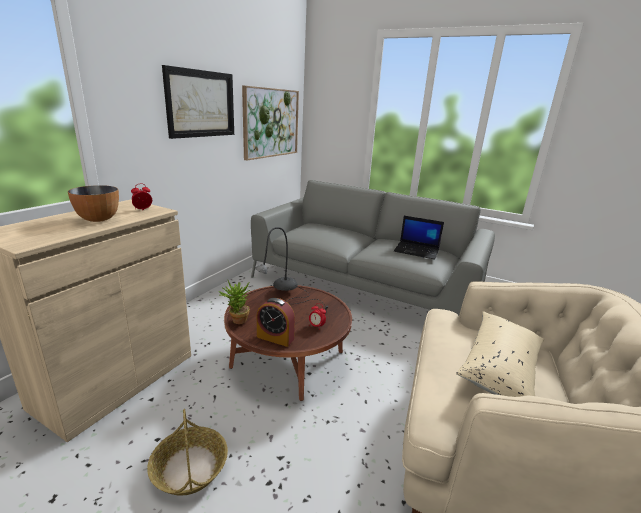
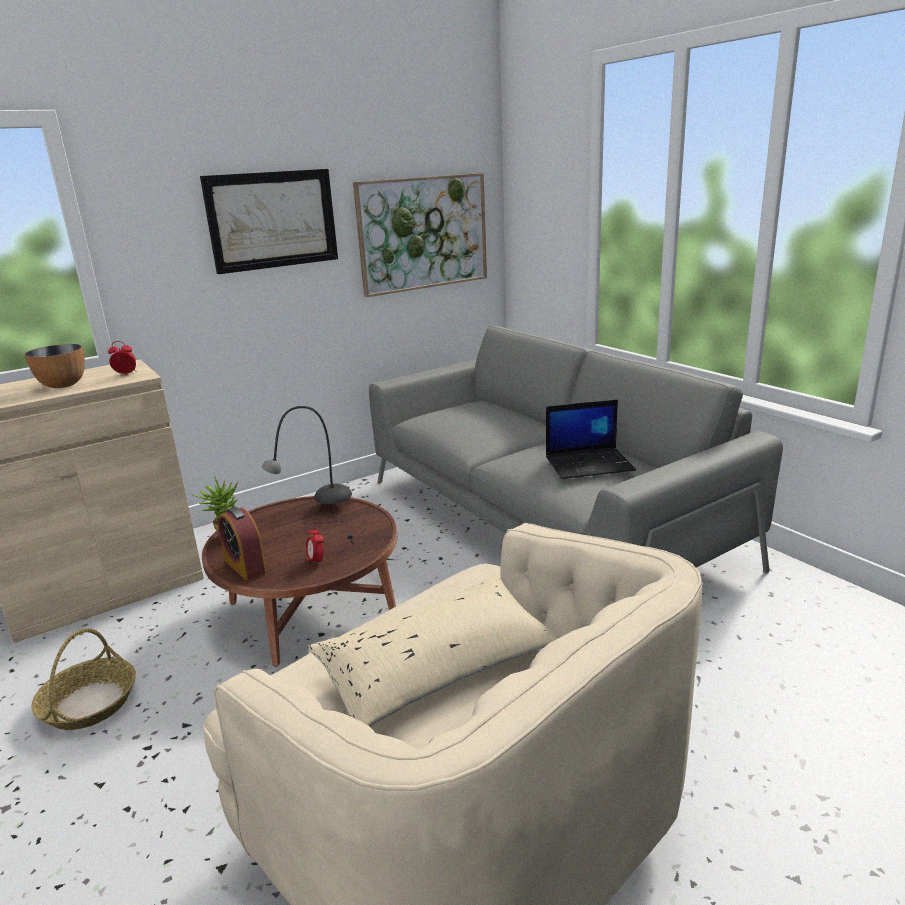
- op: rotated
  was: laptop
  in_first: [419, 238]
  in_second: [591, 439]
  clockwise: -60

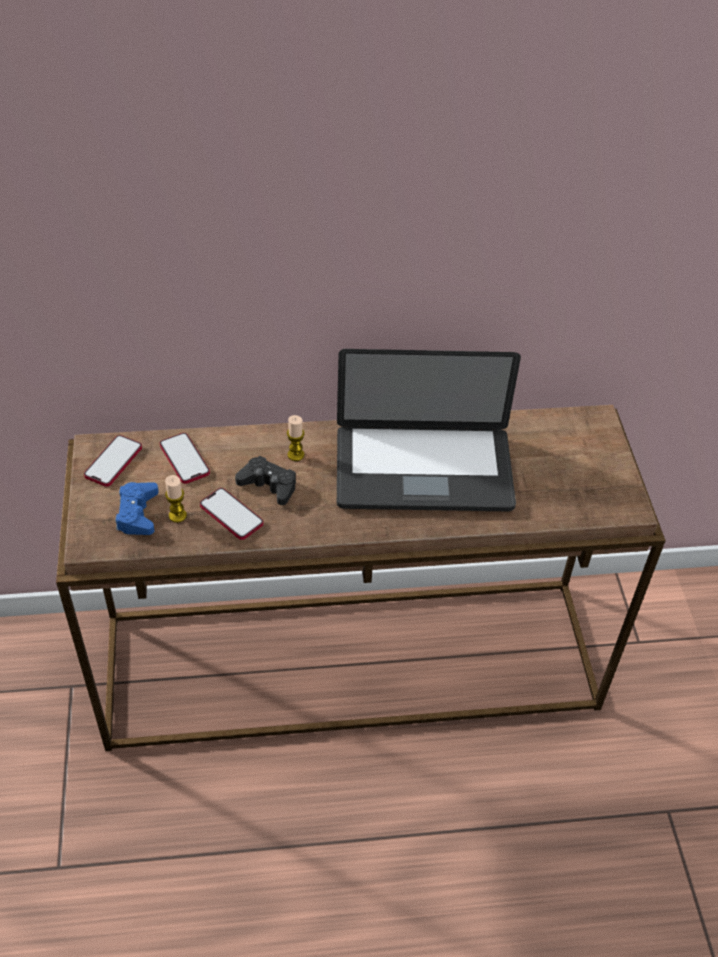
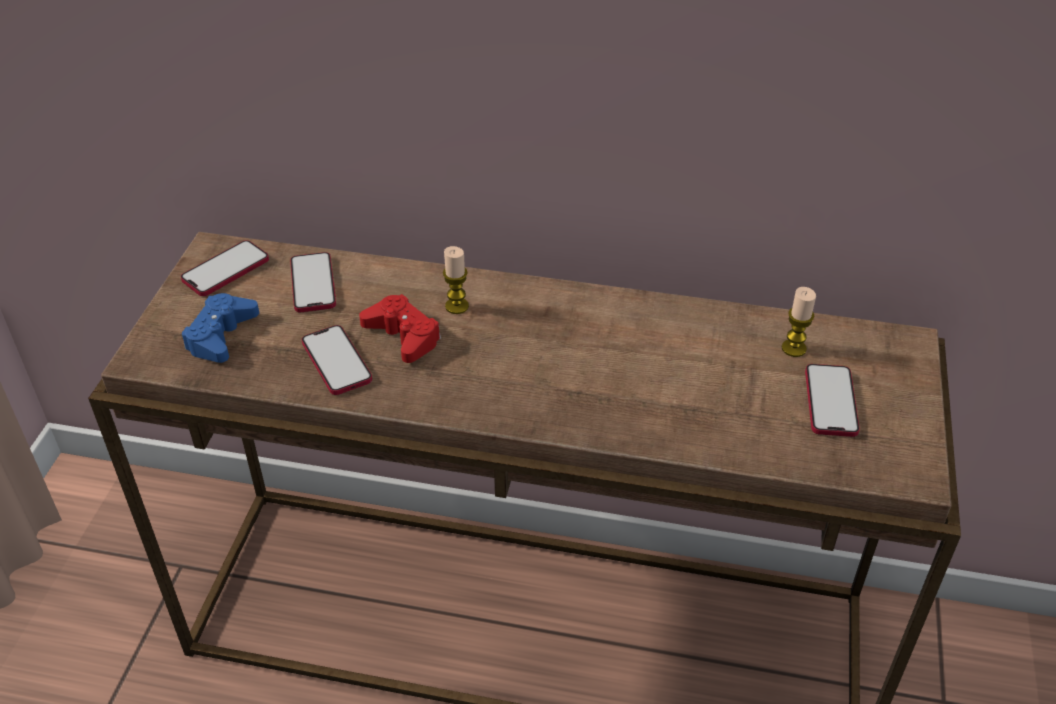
- op: gone
  was: laptop
  in_first: [429, 430]
- op: new
  now: phone
  in_second: [832, 400]
- op: shifted
  was: candle
  in_first: [176, 499]
  in_second: [799, 322]
- op: repainted
  was: game controller (black)
  now: game controller (red)
  in_first: [265, 480]
  in_second: [400, 328]

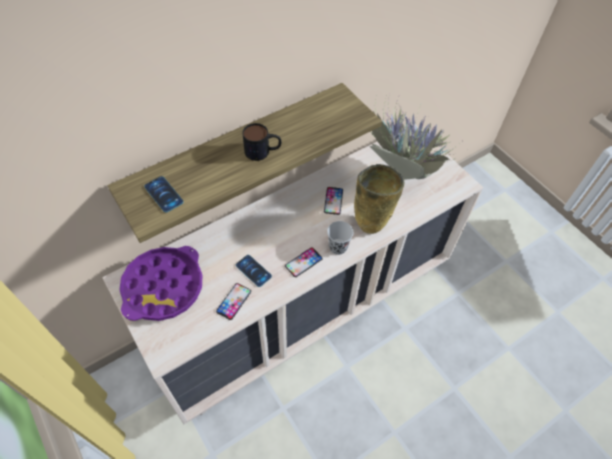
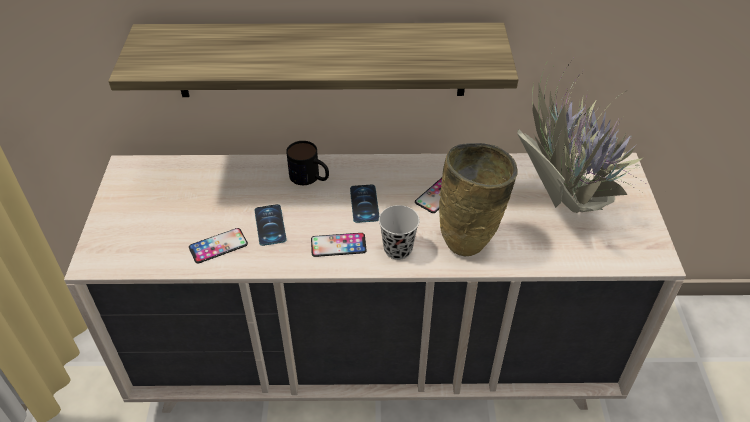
- op: gone
  was: tray (purple)
  in_first: [160, 283]
- op: shifted
  was: phone
  in_first: [163, 194]
  in_second: [364, 204]
- op: shifted
  was: mug
  in_first: [261, 142]
  in_second: [307, 163]

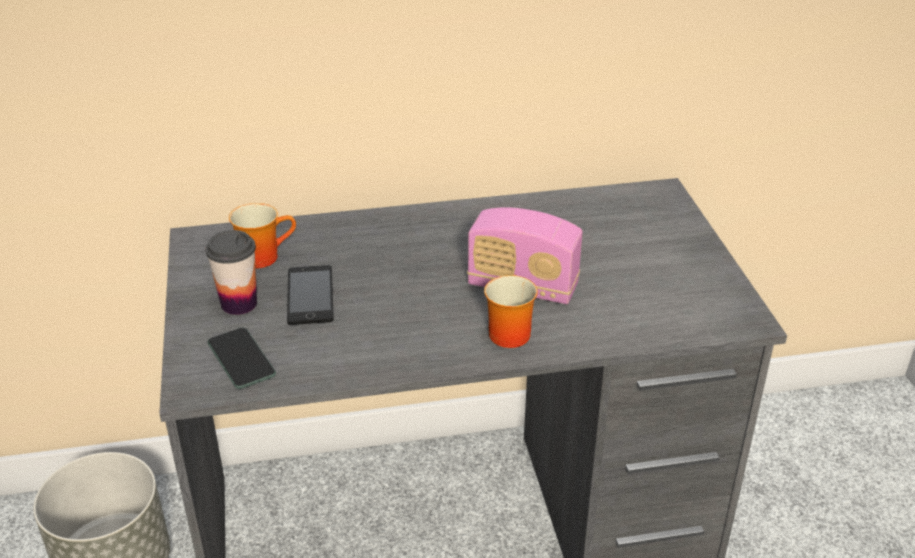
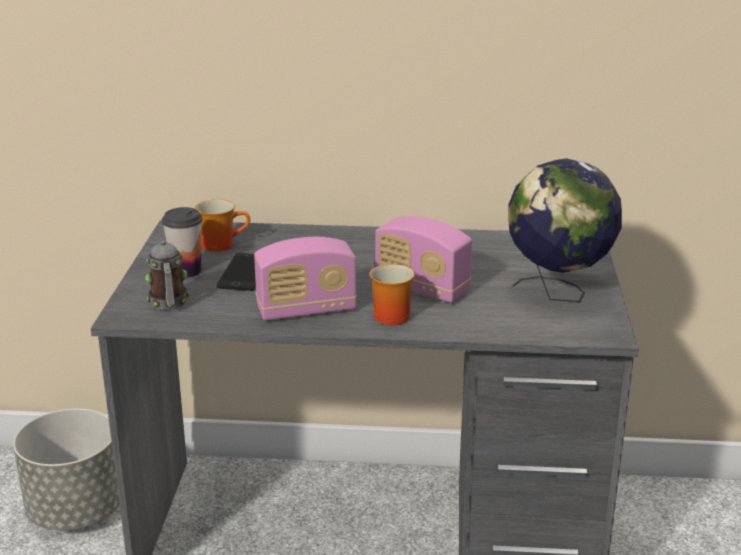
- op: new
  now: radio
  in_second: [305, 278]
- op: new
  now: globe
  in_second: [565, 230]
- op: swapped
  was: phone
  now: mug
  in_first: [242, 358]
  in_second: [167, 275]

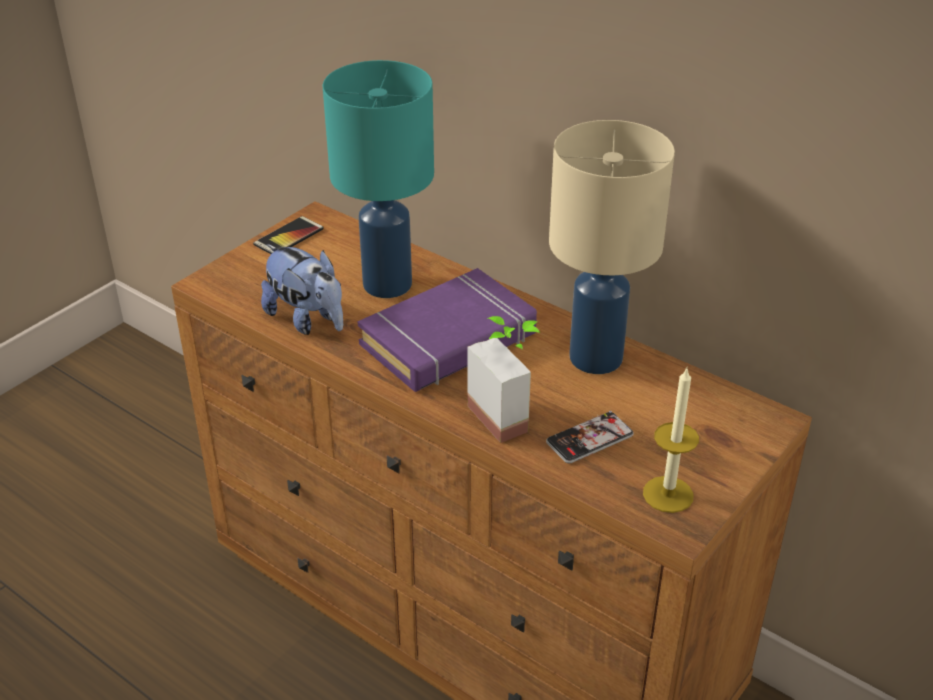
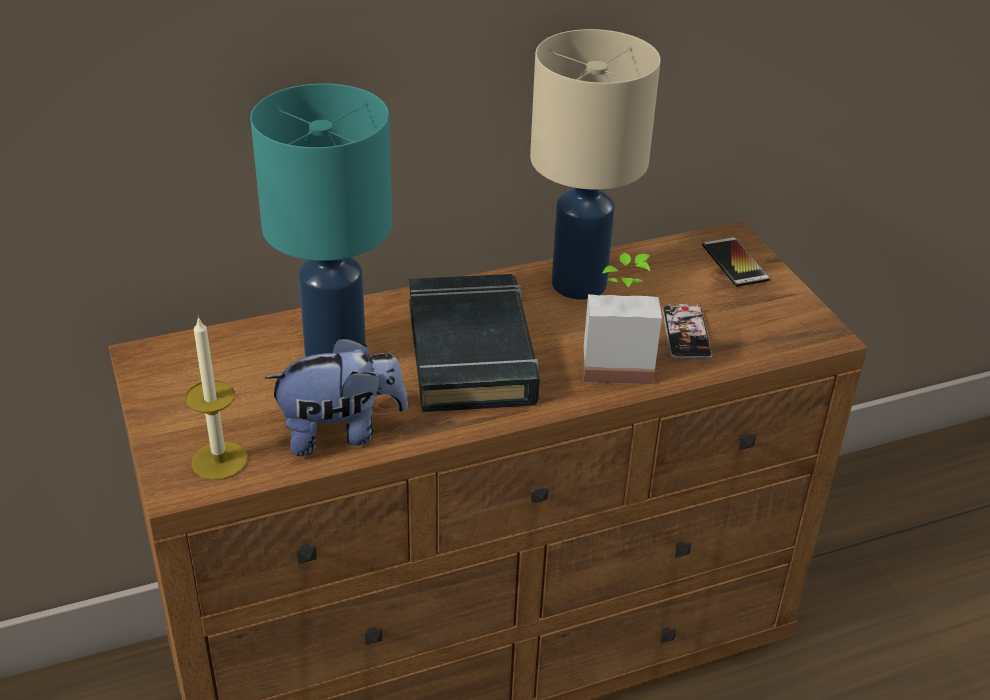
- op: shifted
  was: phone
  in_first: [288, 235]
  in_second: [736, 262]
- op: shifted
  was: candle
  in_first: [671, 440]
  in_second: [216, 398]
- op: repainted
  was: book (purple)
  now: book (black)
  in_first: [447, 330]
  in_second: [474, 343]

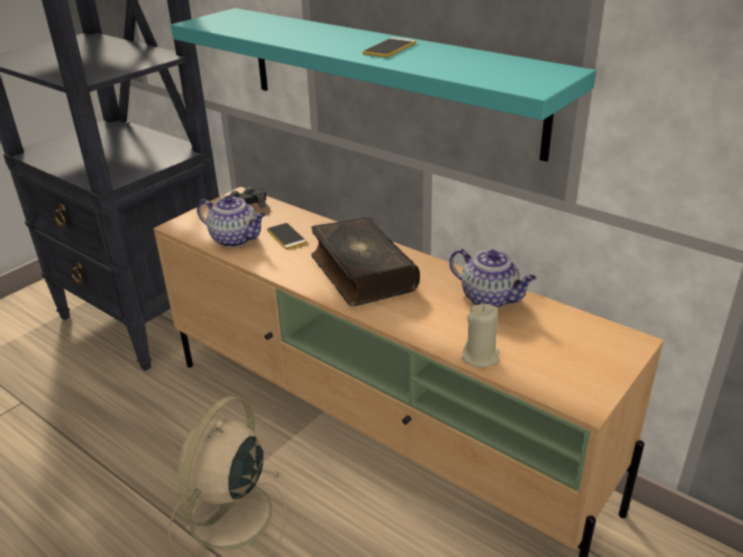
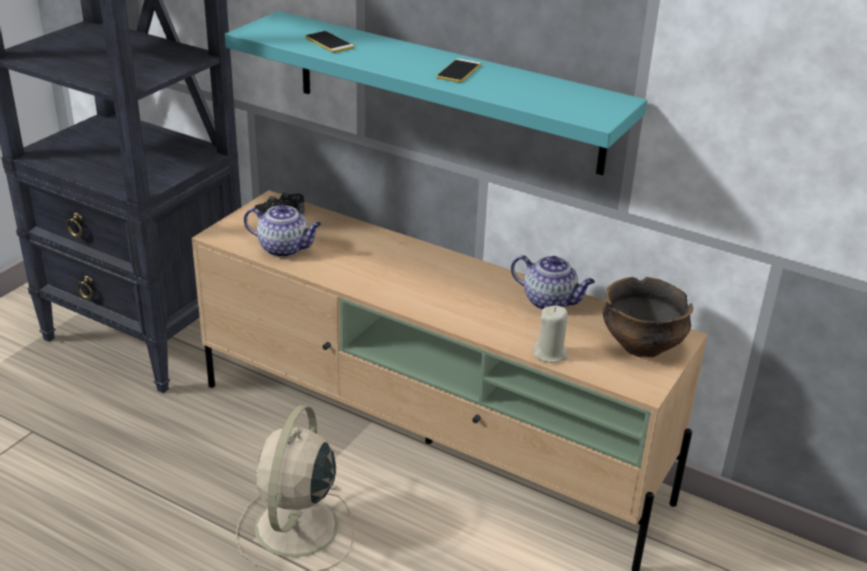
- op: gone
  was: book
  in_first: [365, 262]
- op: new
  now: bowl
  in_second: [648, 317]
- op: shifted
  was: phone
  in_first: [287, 236]
  in_second: [330, 42]

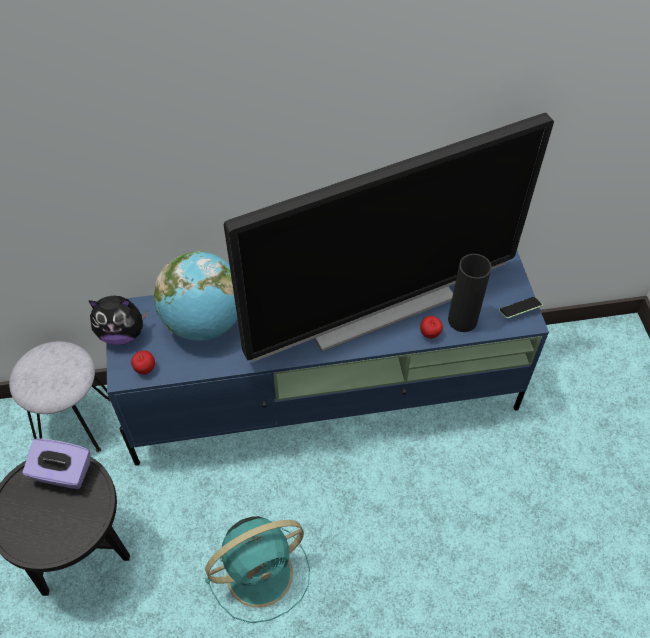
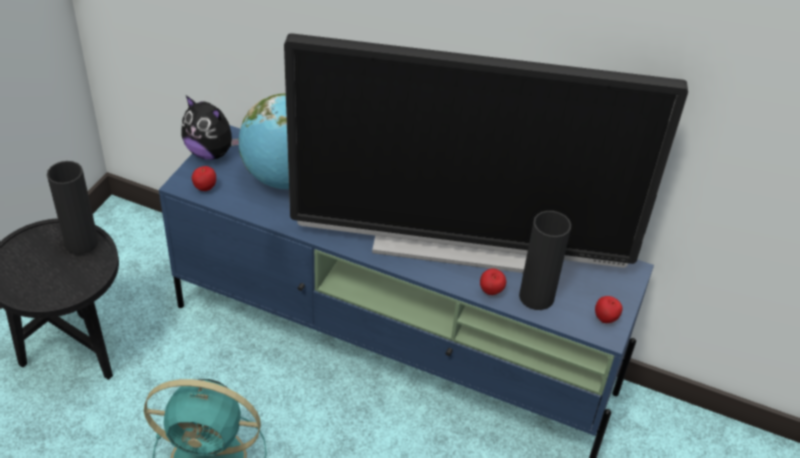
- op: gone
  was: stool (grey)
  in_first: [59, 396]
- op: swapped
  was: tissue box (purple)
  now: vase (black)
  in_first: [56, 464]
  in_second: [72, 208]
- op: swapped
  was: phone
  now: apple
  in_first: [521, 308]
  in_second: [609, 309]

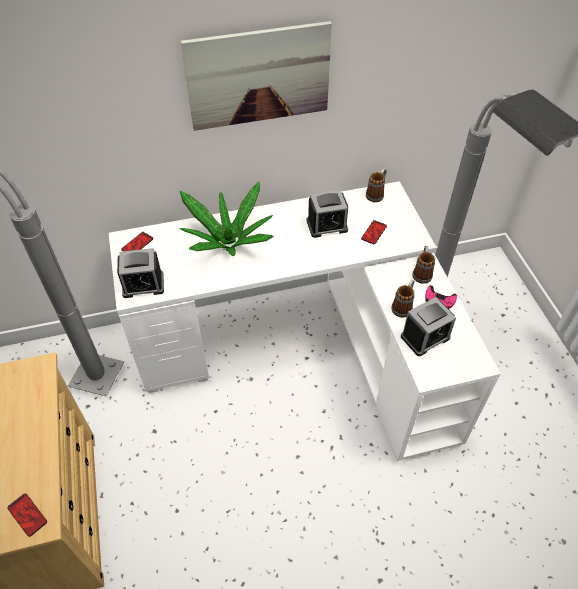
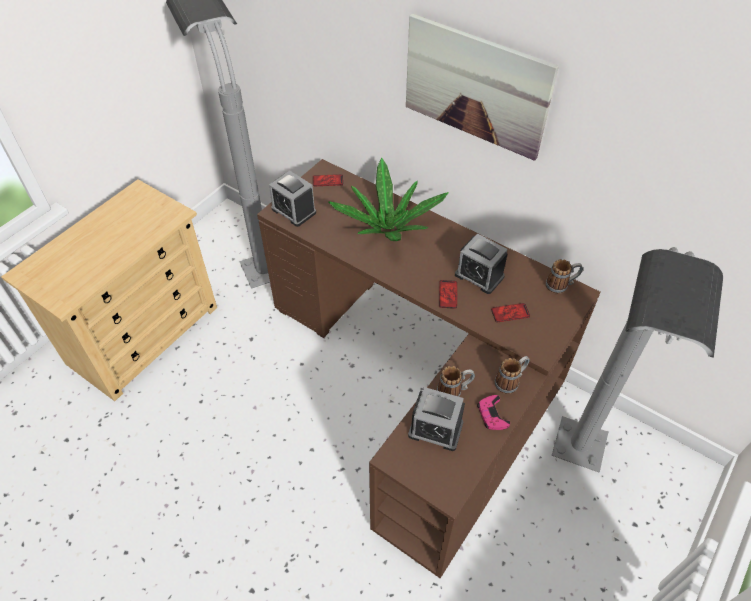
- op: shifted
  was: phone
  in_first: [27, 515]
  in_second: [448, 294]
- op: repainted
  was: desk (white)
  now: desk (brown)
  in_first: [305, 321]
  in_second: [429, 368]

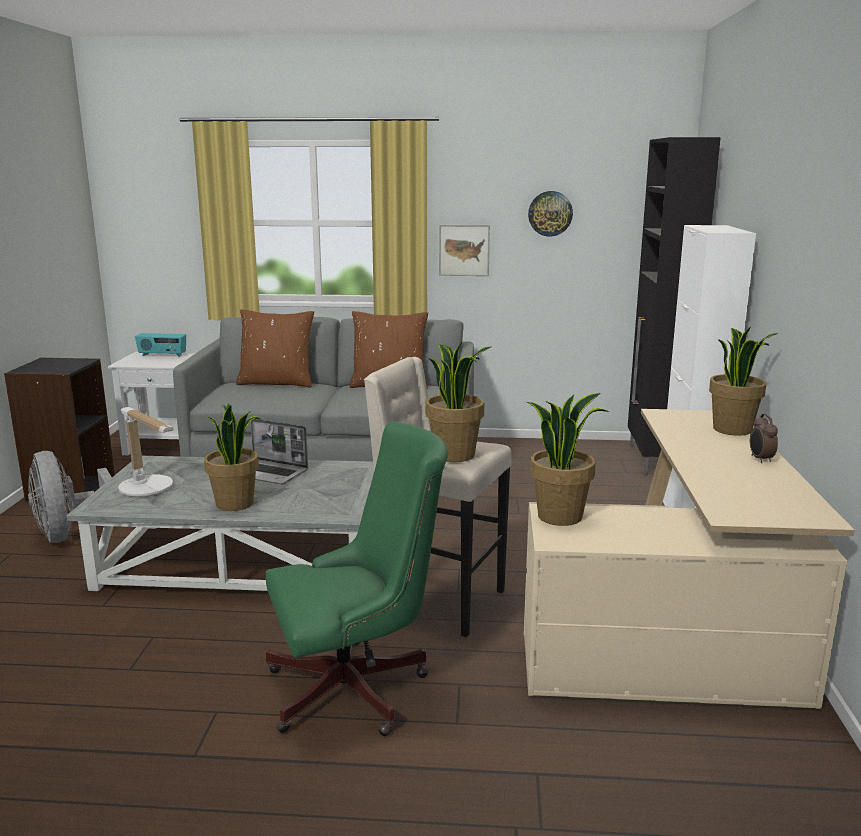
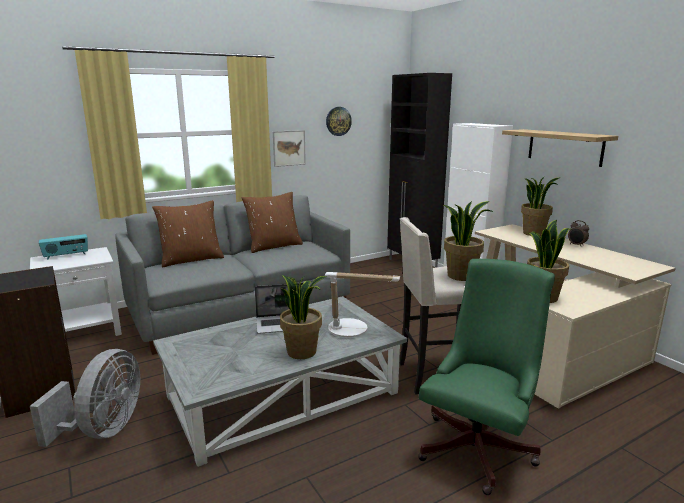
- op: new
  now: shelf
  in_second: [560, 148]
- op: shifted
  was: table lamp
  in_first: [146, 451]
  in_second: [363, 304]
- op: rotated
  was: fan (grey)
  in_first: [70, 497]
  in_second: [85, 398]
  clockwise: -105

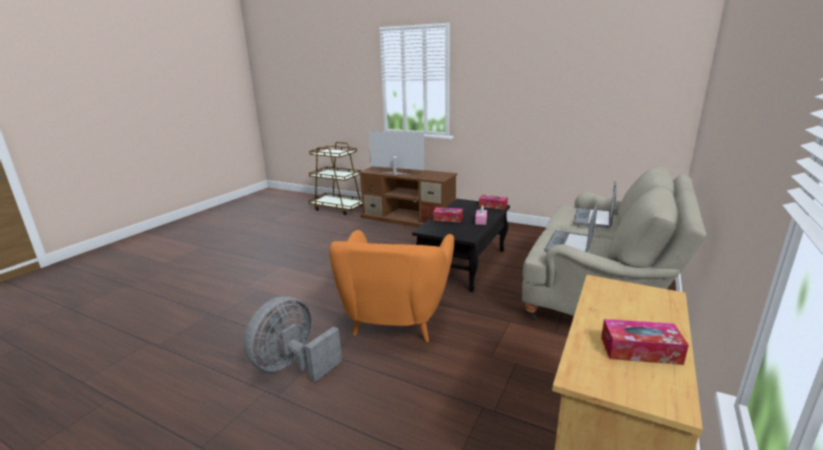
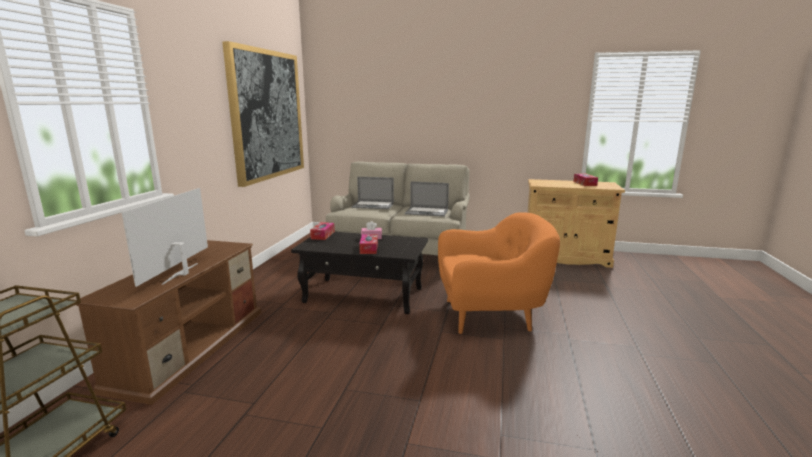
- op: gone
  was: fan (grey)
  in_first: [293, 339]
- op: new
  now: picture
  in_second: [263, 114]

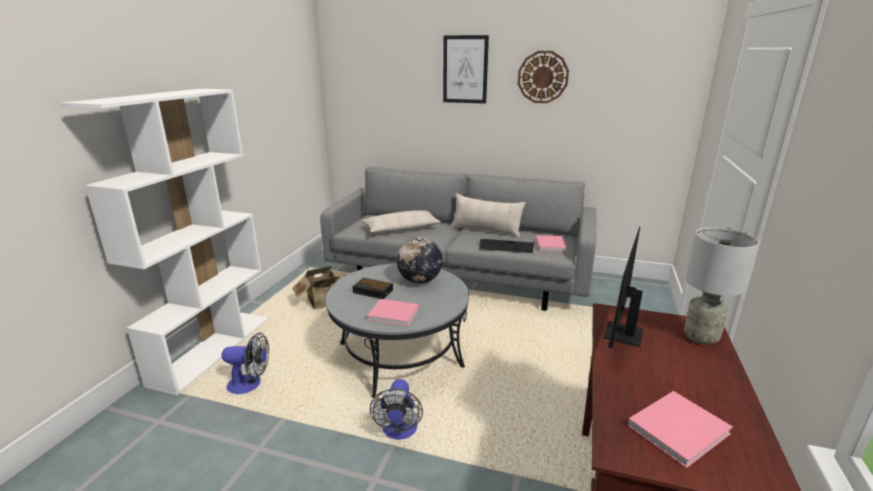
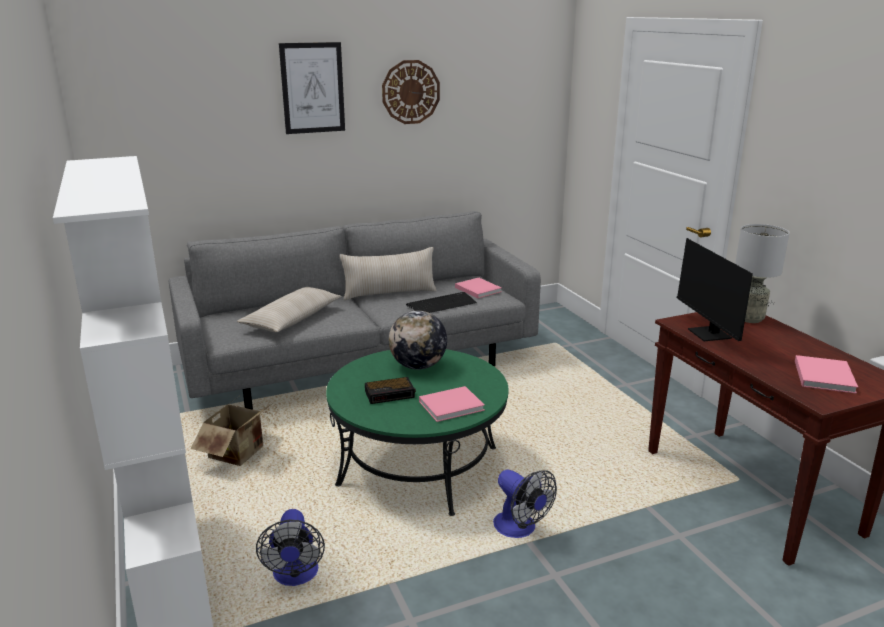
- op: repainted
  was: coffee table (grey)
  now: coffee table (green)
  in_first: [397, 330]
  in_second: [417, 432]
- op: rotated
  was: fan
  in_first: [245, 363]
  in_second: [290, 547]
  clockwise: 120

